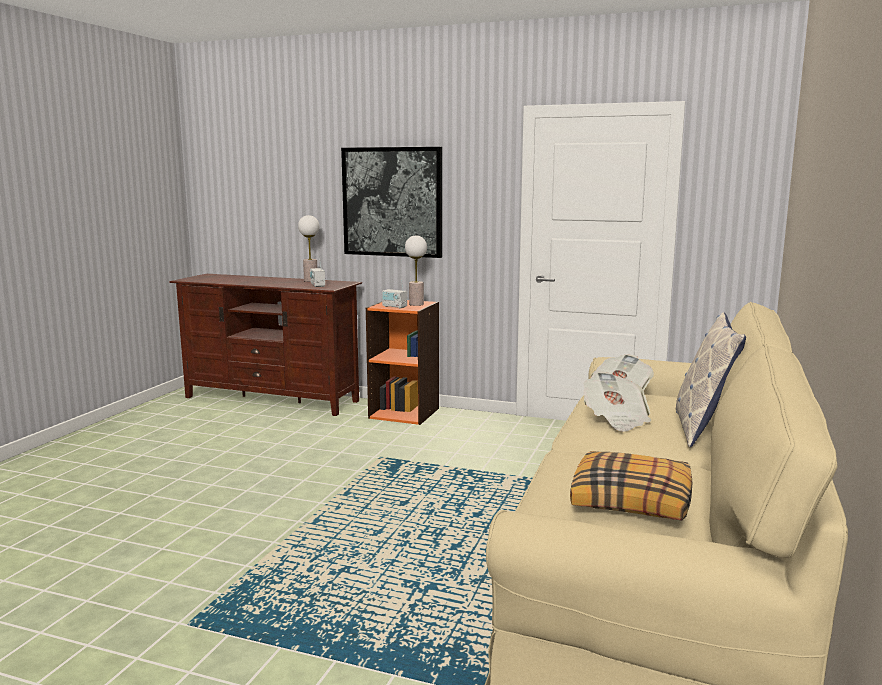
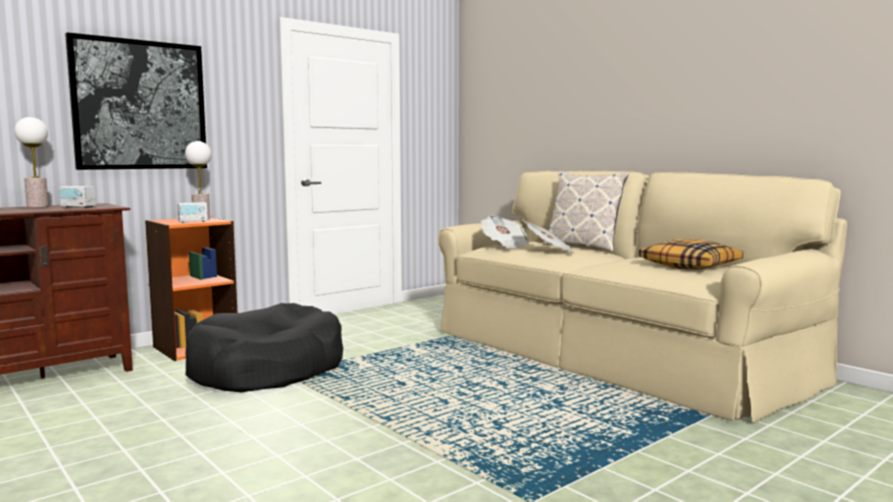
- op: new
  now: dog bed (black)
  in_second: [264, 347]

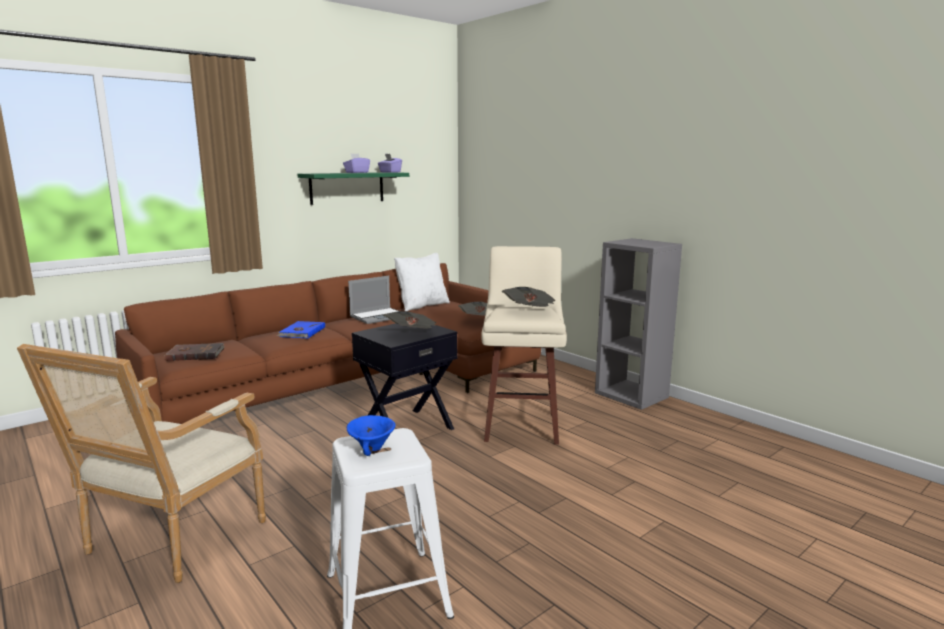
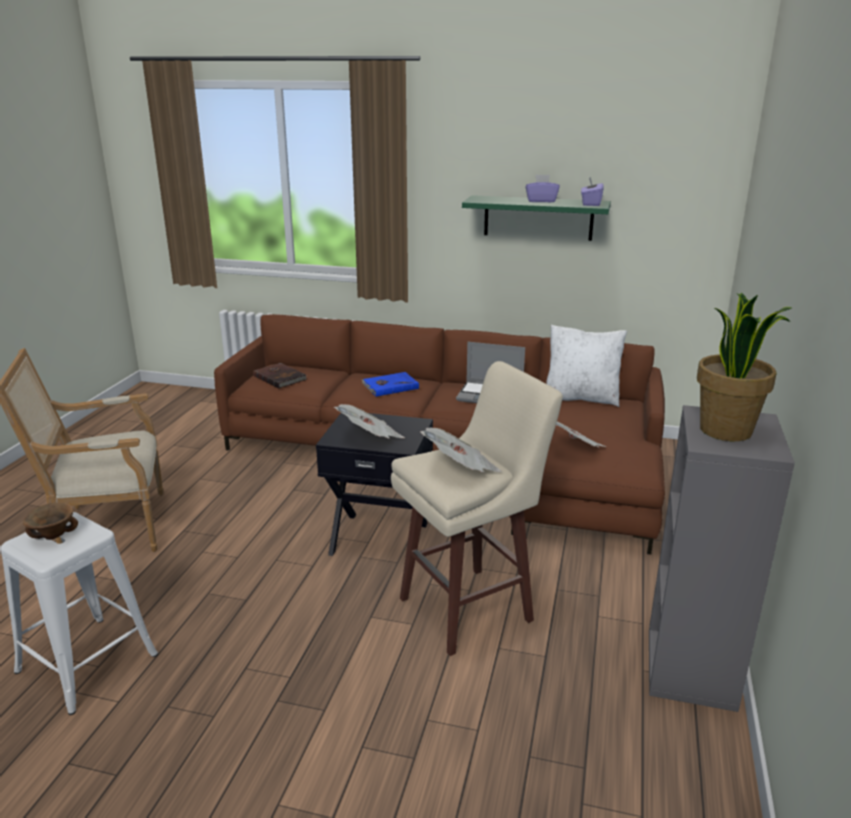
- op: new
  now: potted plant
  in_second: [744, 366]
- op: repainted
  was: bowl (blue)
  now: bowl (brown)
  in_first: [371, 435]
  in_second: [50, 521]

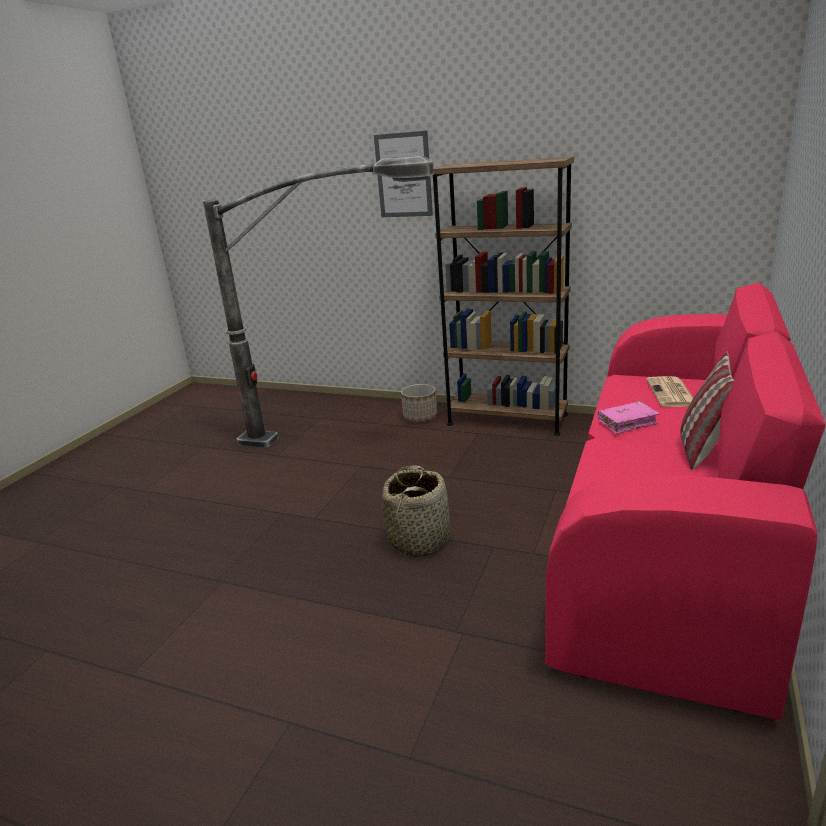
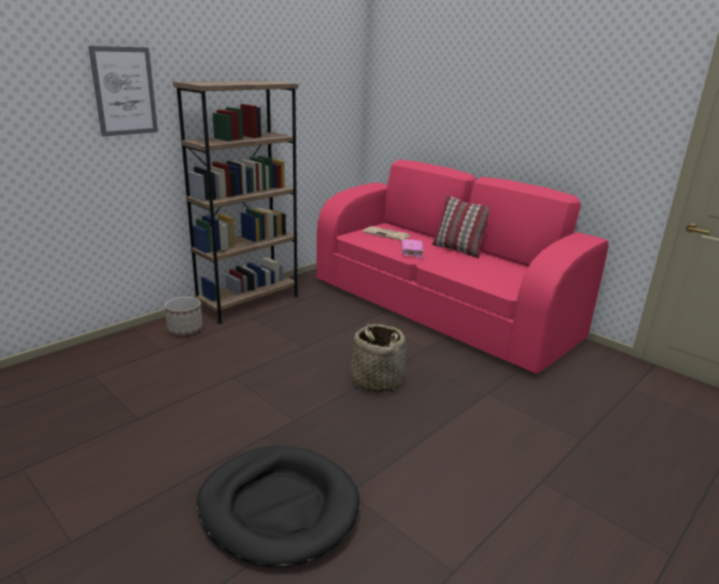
- op: gone
  was: floor lamp
  in_first: [318, 301]
- op: new
  now: dog bed (black)
  in_second: [278, 506]

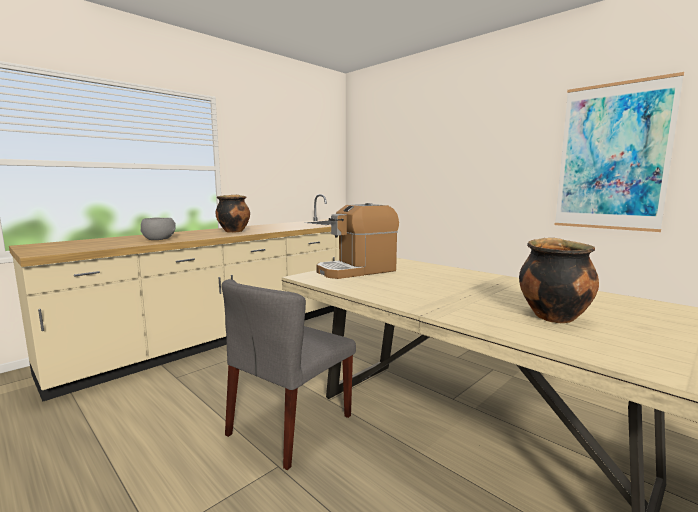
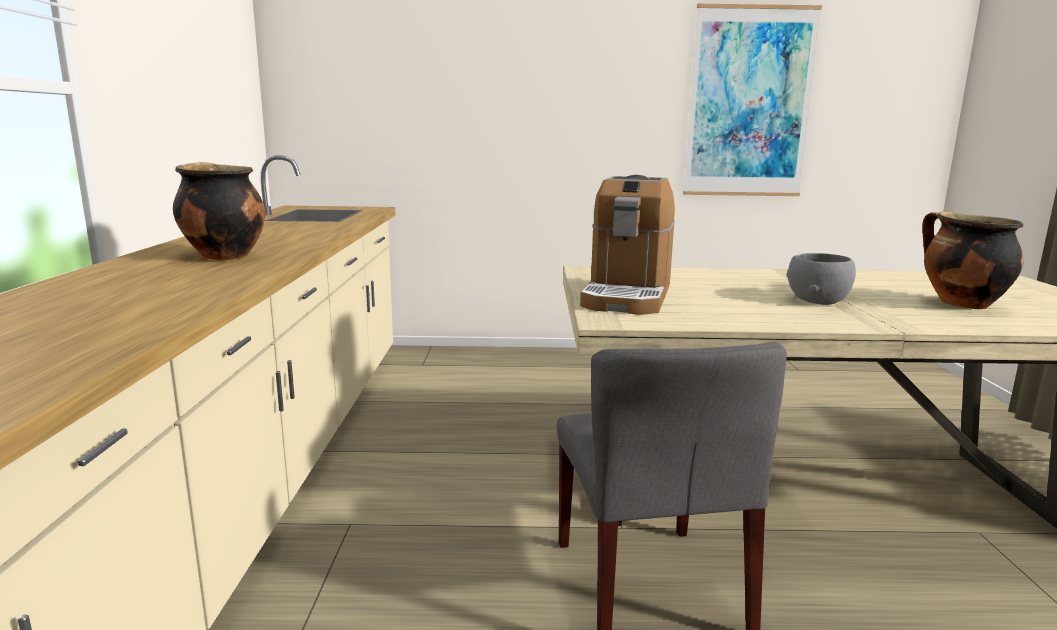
- op: shifted
  was: bowl (grey)
  in_first: [158, 228]
  in_second: [821, 279]

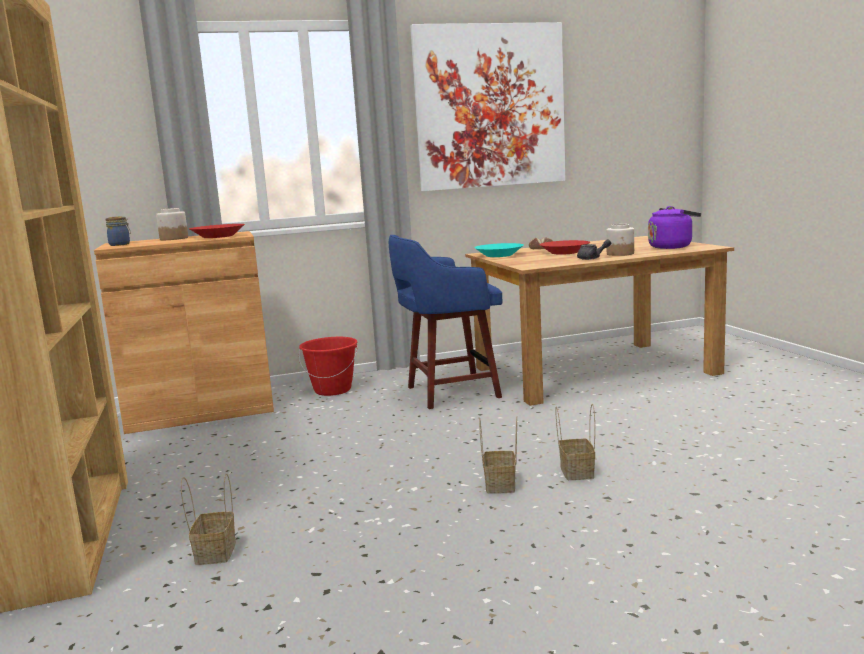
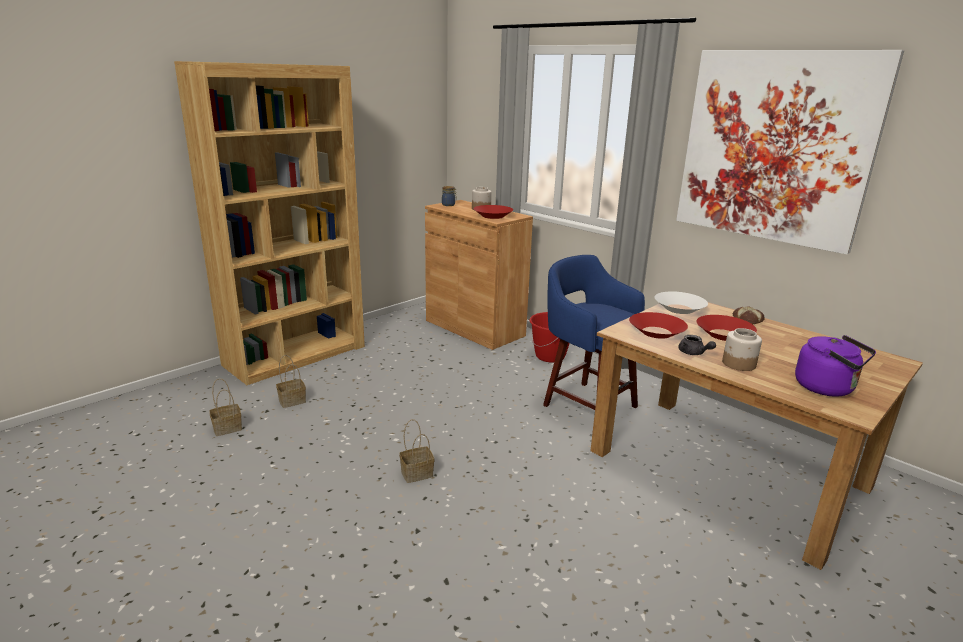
- op: new
  now: bowl (red)
  in_second: [658, 325]
- op: shifted
  was: basket
  in_first: [575, 442]
  in_second: [225, 407]
- op: repainted
  was: bowl (turquoise)
  now: bowl (white)
  in_first: [499, 250]
  in_second: [681, 302]

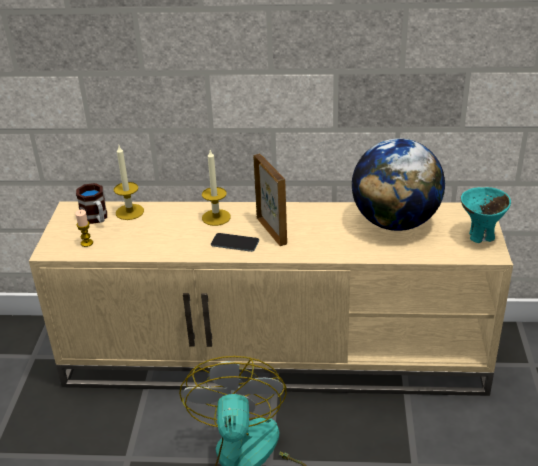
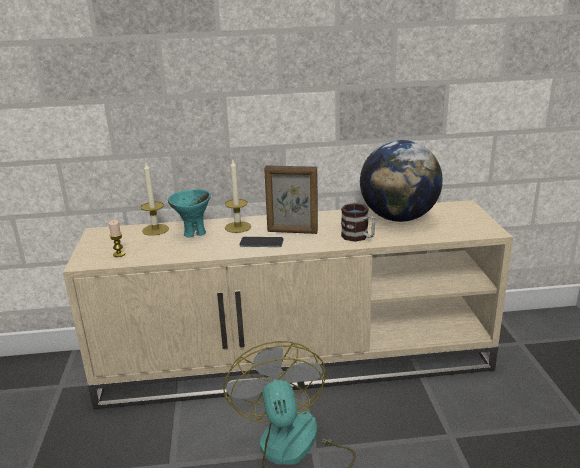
- op: shifted
  was: mug
  in_first: [91, 203]
  in_second: [358, 222]
- op: shifted
  was: bowl (turquoise)
  in_first: [486, 215]
  in_second: [189, 213]
- op: rotated
  was: picture frame
  in_first: [270, 200]
  in_second: [291, 199]
  clockwise: 135

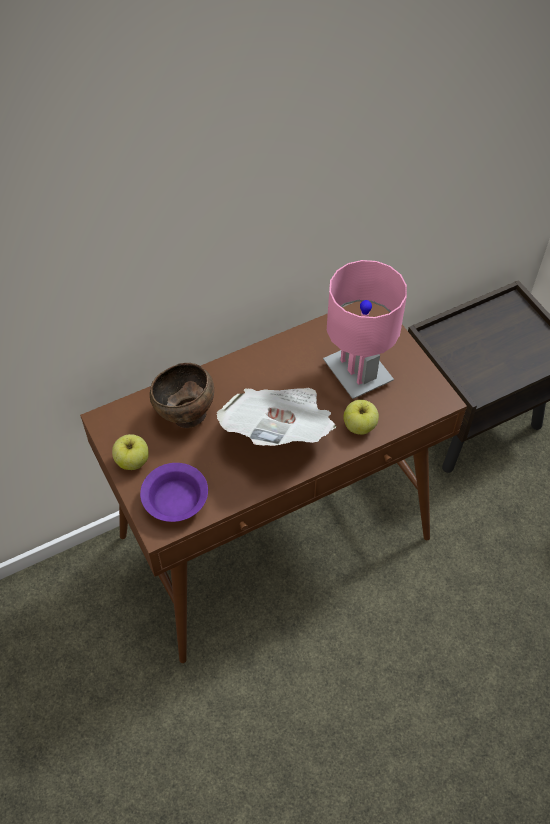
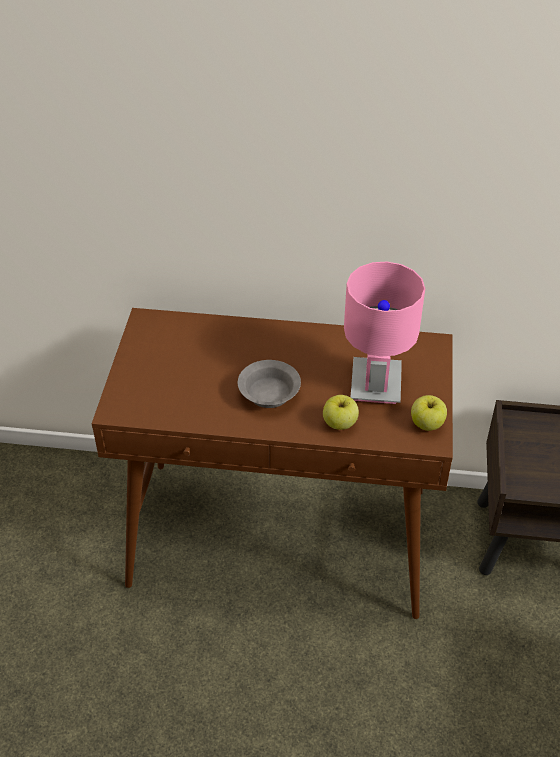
- op: gone
  was: bowl (purple)
  in_first: [174, 492]
- op: gone
  was: bowl (brown)
  in_first: [182, 395]
- op: shifted
  was: apple
  in_first: [130, 452]
  in_second: [429, 413]
- op: swapped
  was: newspaper
  now: bowl (grey)
  in_first: [276, 417]
  in_second: [269, 384]

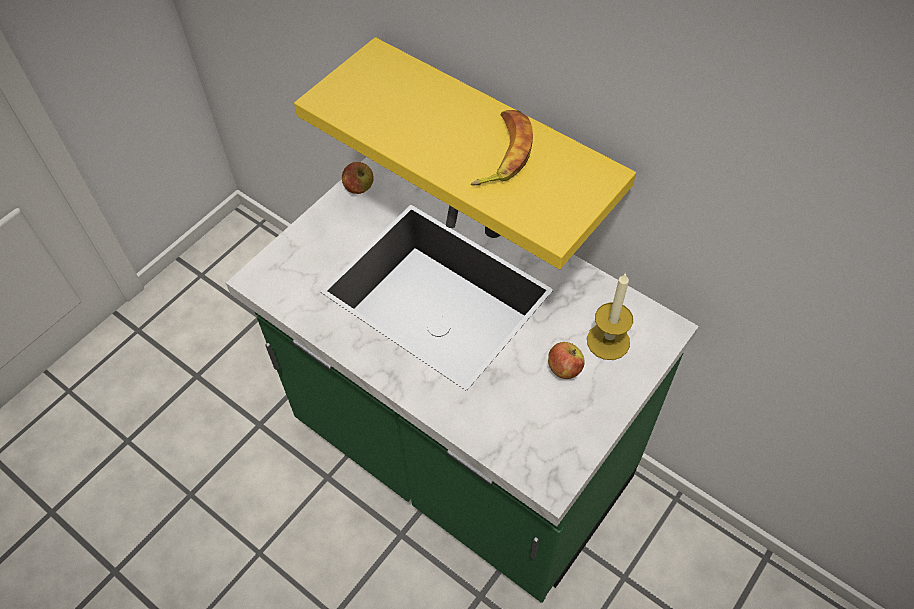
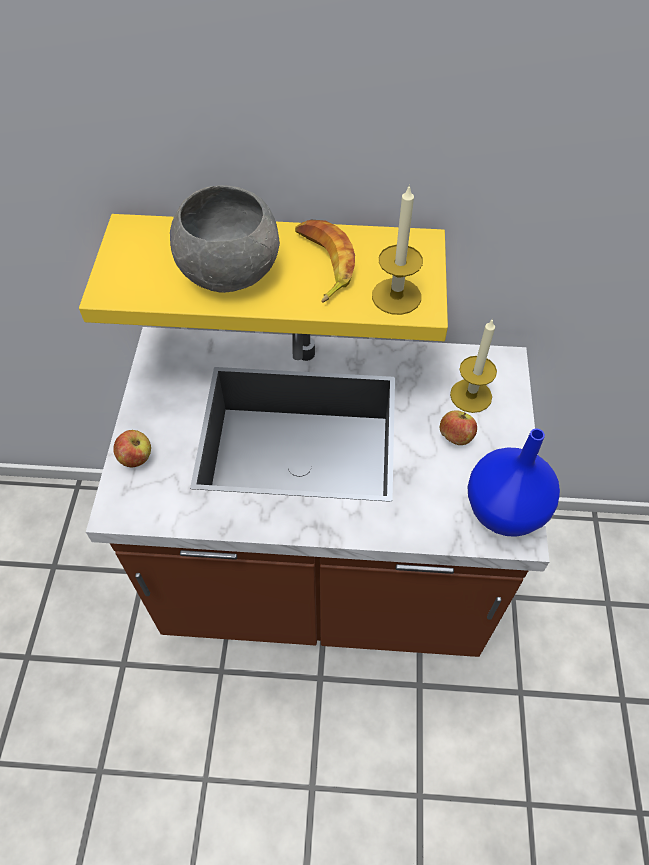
- op: new
  now: bowl (grey)
  in_second: [225, 239]
- op: new
  now: candle
  in_second: [397, 249]
- op: new
  now: vase (blue)
  in_second: [514, 482]
- op: shifted
  was: apple
  in_first: [358, 178]
  in_second: [132, 448]
- op: repainted
  was: counter (green)
  now: counter (brown)
  in_first: [462, 380]
  in_second: [317, 492]

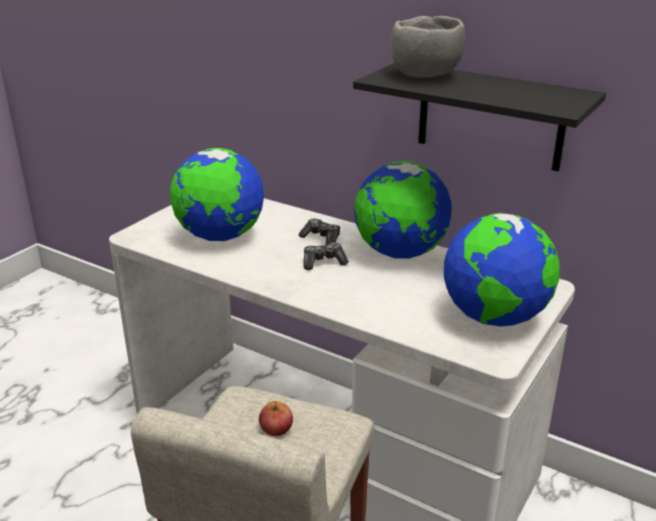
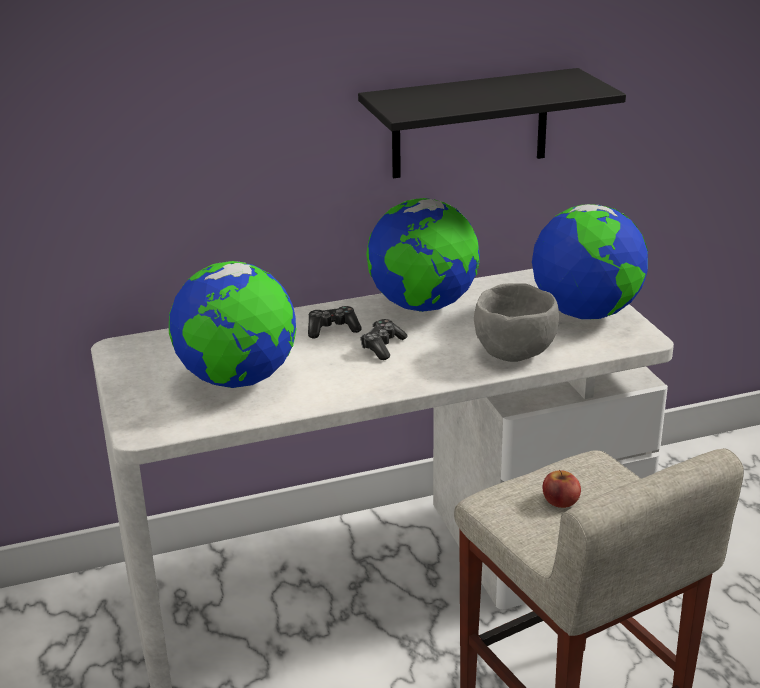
- op: shifted
  was: bowl (grey)
  in_first: [427, 47]
  in_second: [516, 322]

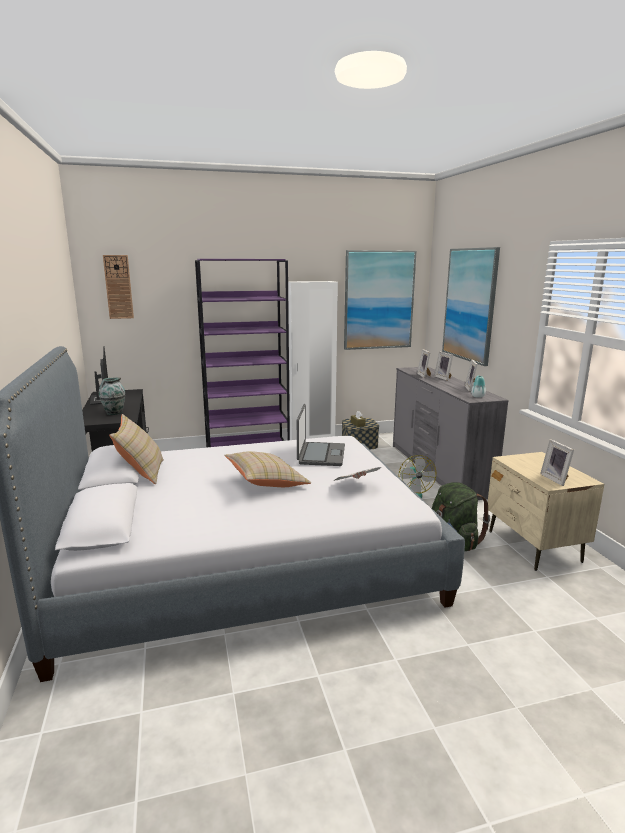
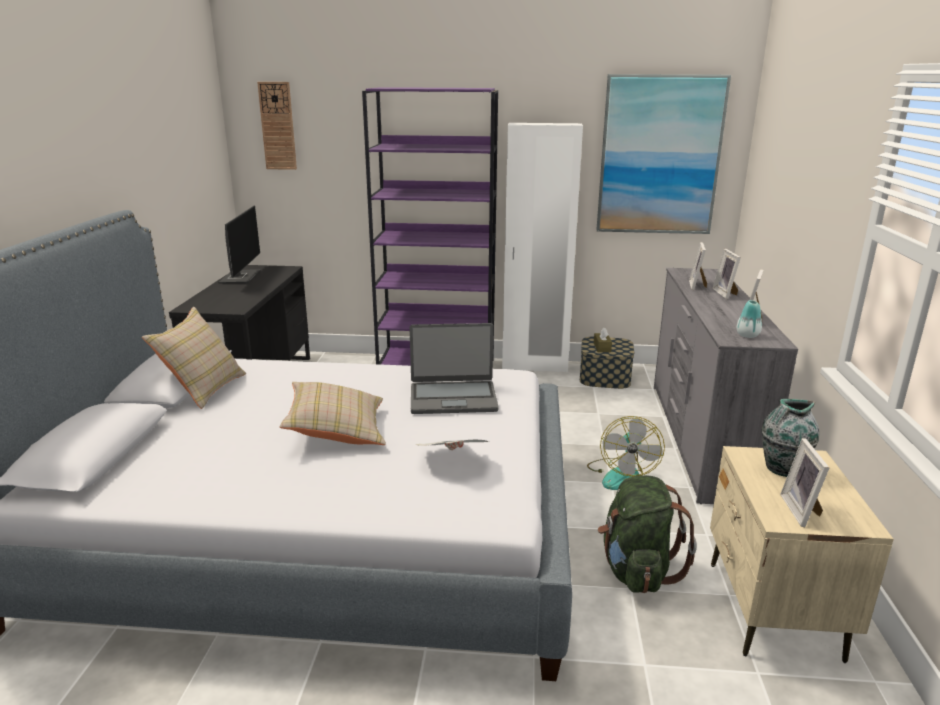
- op: gone
  was: picture
  in_first: [471, 306]
- op: shifted
  was: vase
  in_first: [112, 396]
  in_second: [790, 438]
- op: rotated
  was: laptop
  in_first: [321, 435]
  in_second: [454, 368]
  clockwise: 60

